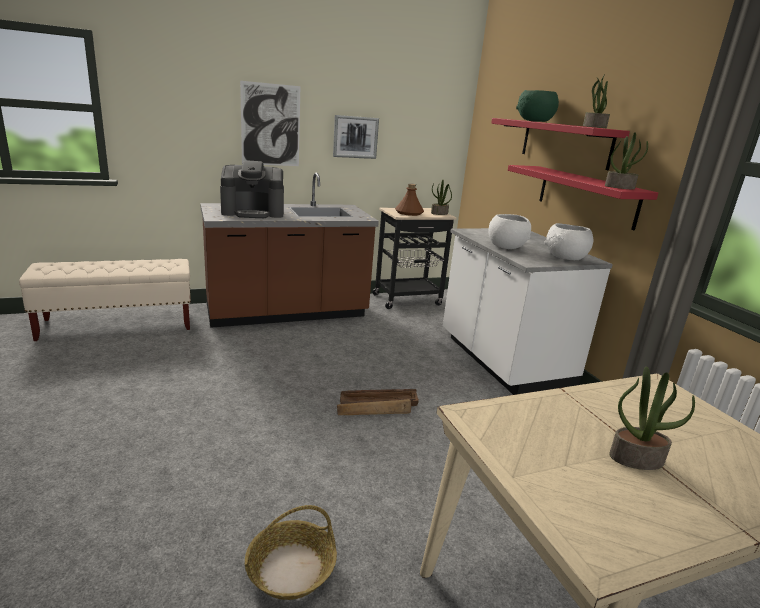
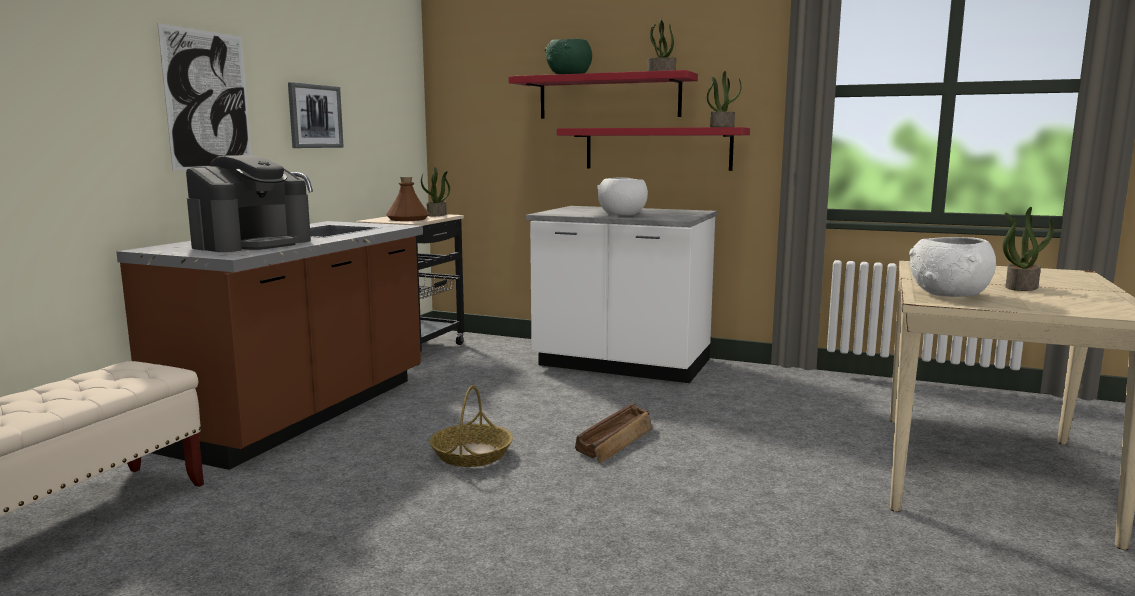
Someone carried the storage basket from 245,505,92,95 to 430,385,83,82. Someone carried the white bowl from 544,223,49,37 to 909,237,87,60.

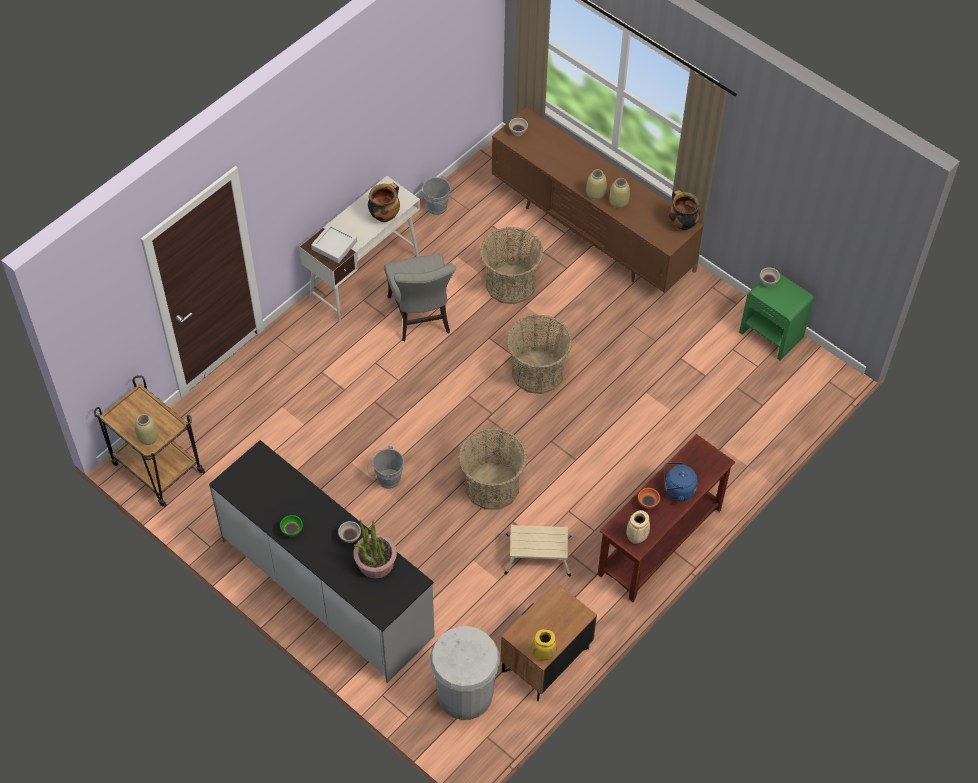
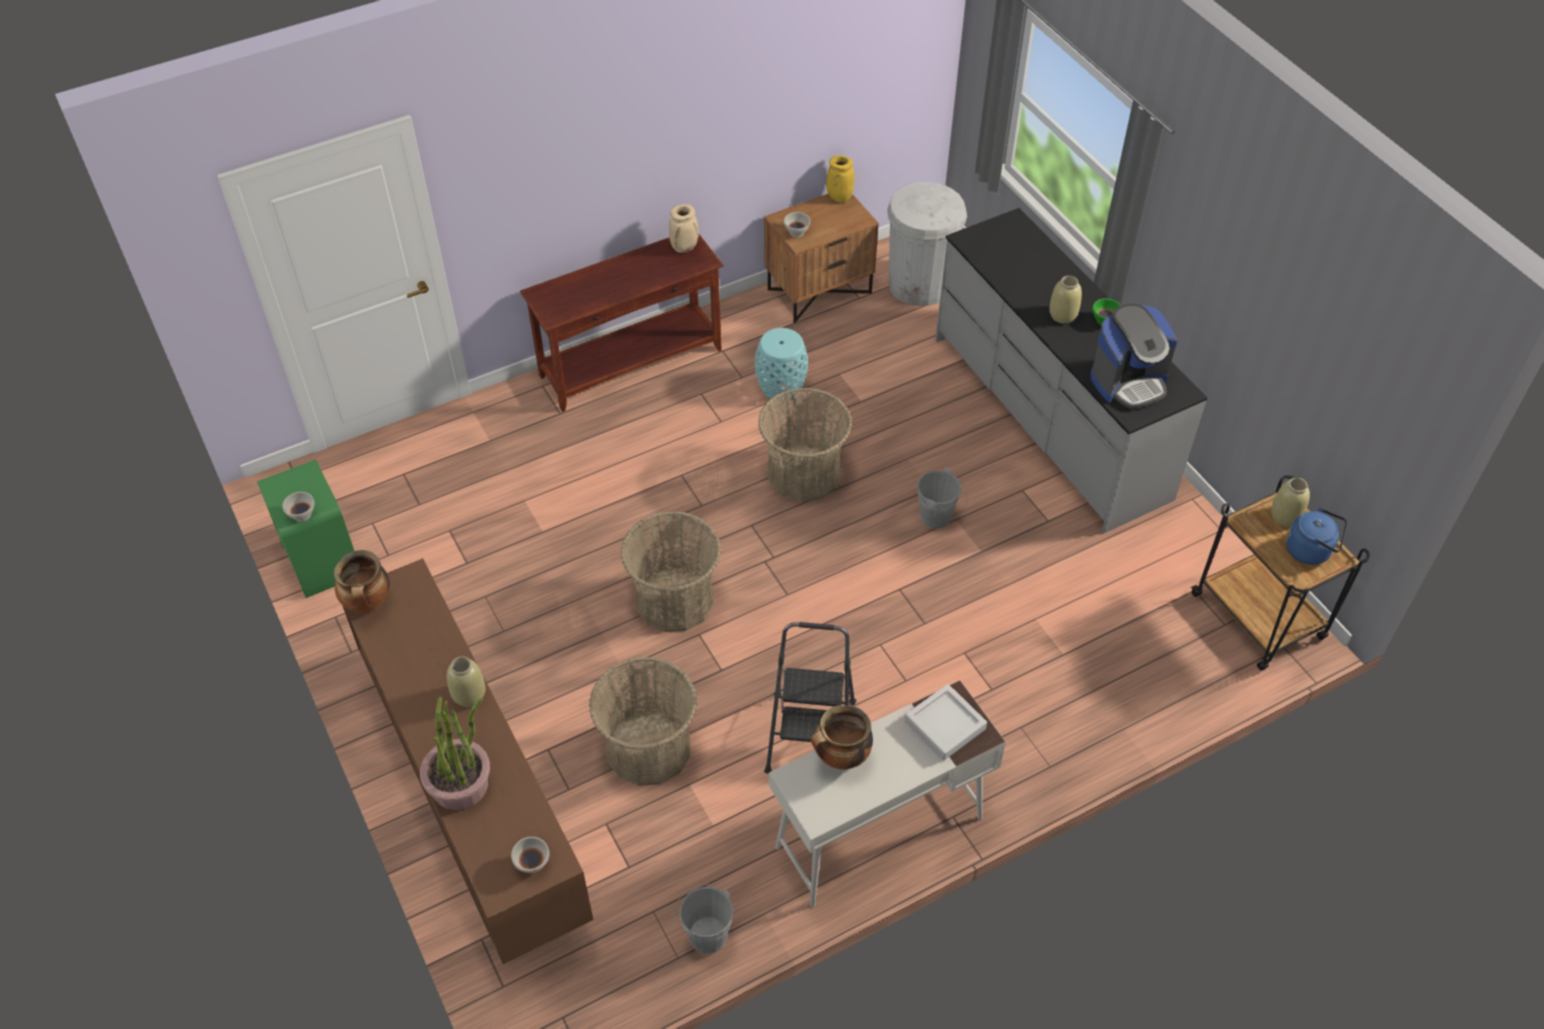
Someone carried the white bowl from 338,521,23,22 to 784,212,26,25. Someone carried the potted plant from 353,520,44,59 to 420,696,70,114. Someone swapped the gray chair at 384,255,72,86 for the blackish stepladder at 764,622,92,152. Someone swapped the beige stepladder at 504,525,68,52 for the turquoise sitting stool at 755,328,53,73. Someone carried the beige flower vase from 609,178,21,30 to 1049,276,33,48. Someone took away the orange bowl at 638,488,22,21. Someone carried the blue-coloured water kettle from 664,462,34,40 to 1286,507,61,58. Someone put down the coffee machine at 1090,304,88,105.

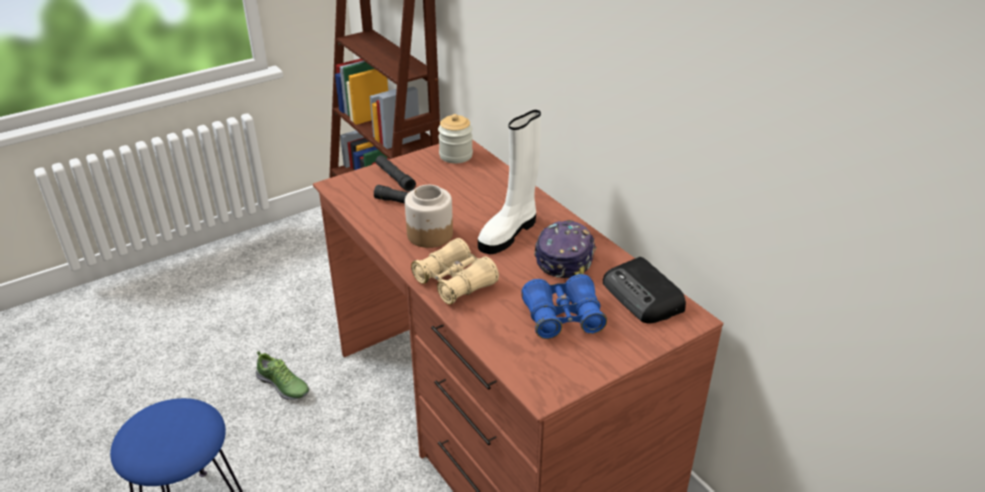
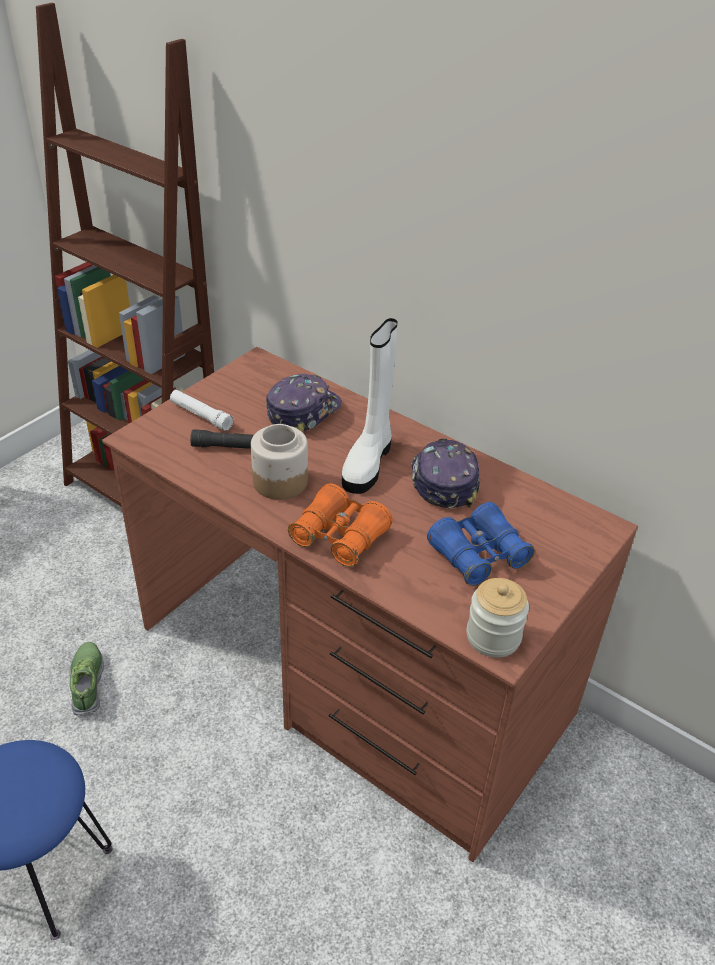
Someone rotated the item of footwear at 256,351,53,49 by 120 degrees counterclockwise. Someone repainted the blackish hand torch at 375,155,41,37, which became the white hand torch at 170,390,64,41. Someone repainted the beige pair of binoculars at 411,238,88,66, which became the orange pair of binoculars at 288,483,105,84. Someone carried the storage jar from 438,114,35,49 to 467,578,62,80. Someone took away the radio receiver at 603,257,83,67. Someone put down the baseball cap at 266,374,76,58.

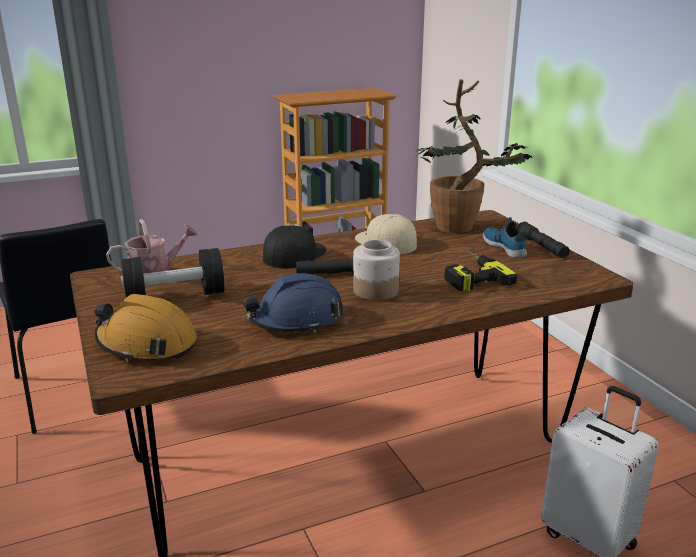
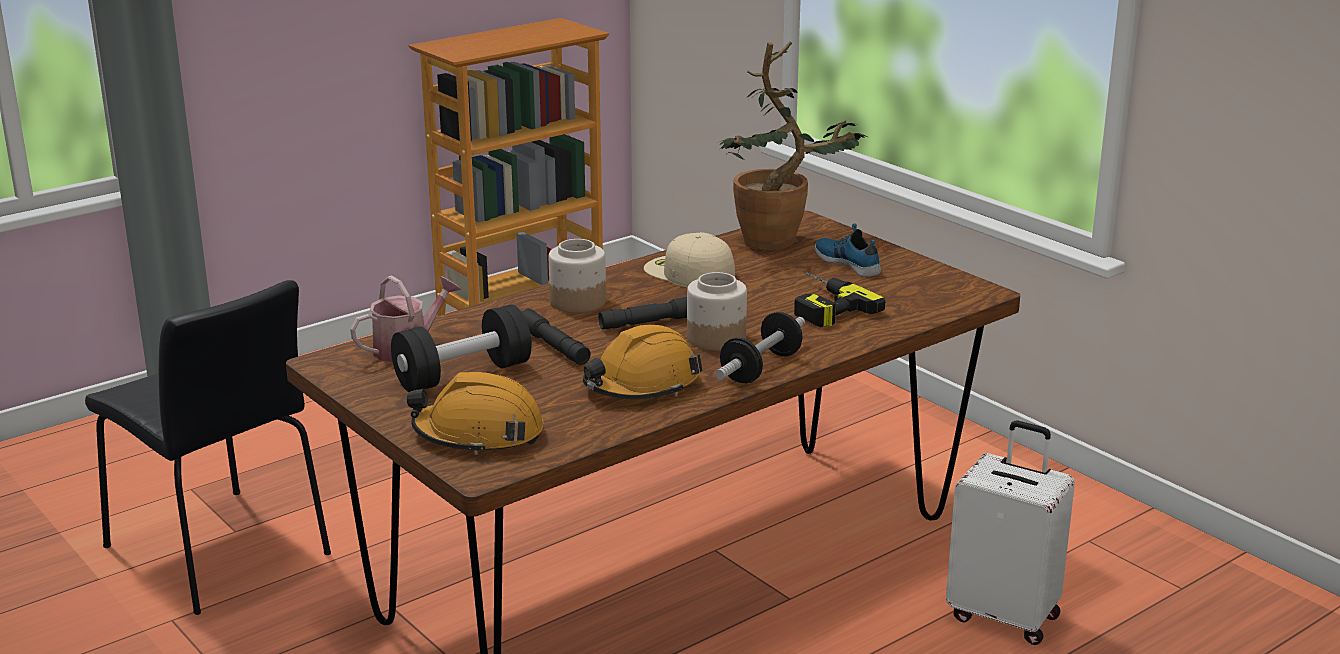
Someone repainted the blue-coloured hard hat at 243,273,101,60, which became the orange hard hat at 583,325,119,74. Someone swapped the blackish baseball cap at 263,225,64,44 for the storage jar at 549,239,57,74. Someone carried the blackish hand torch from 517,221,53,37 to 522,309,69,56. Someone put down the hand weight at 715,312,90,72.

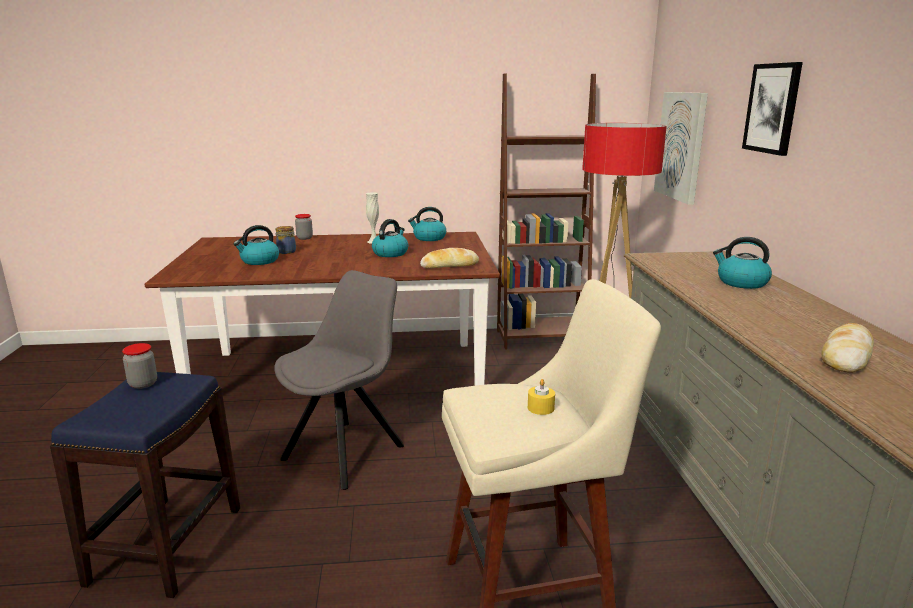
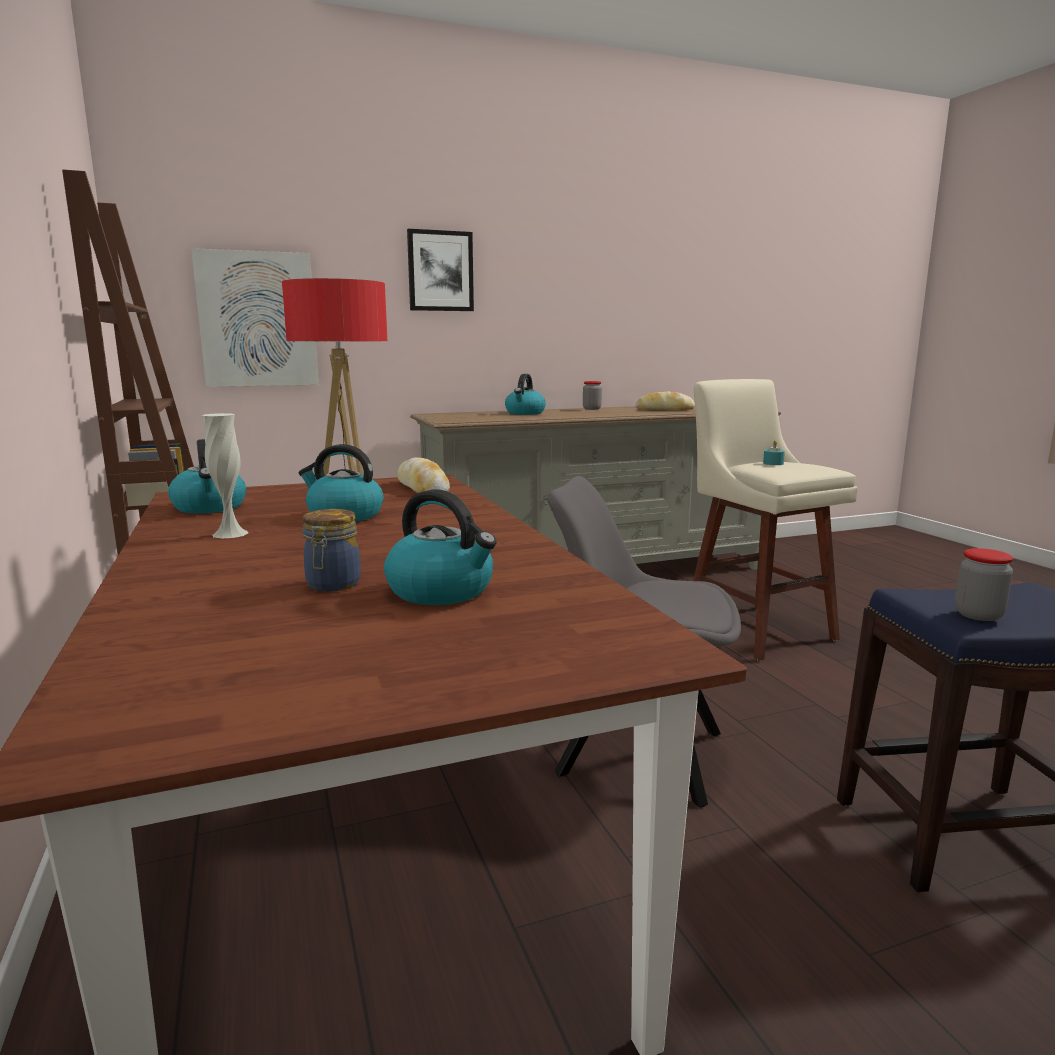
Someone carried the storage jar from 295,214,18,26 to 583,381,19,29. Someone repainted the yellowish candle at 528,379,27,36, which became the turquoise candle at 763,440,22,25.

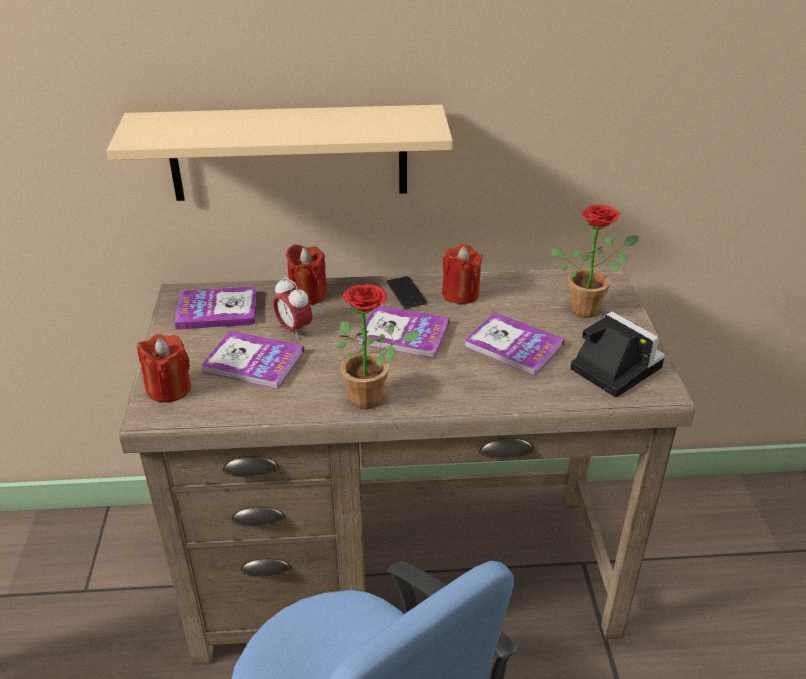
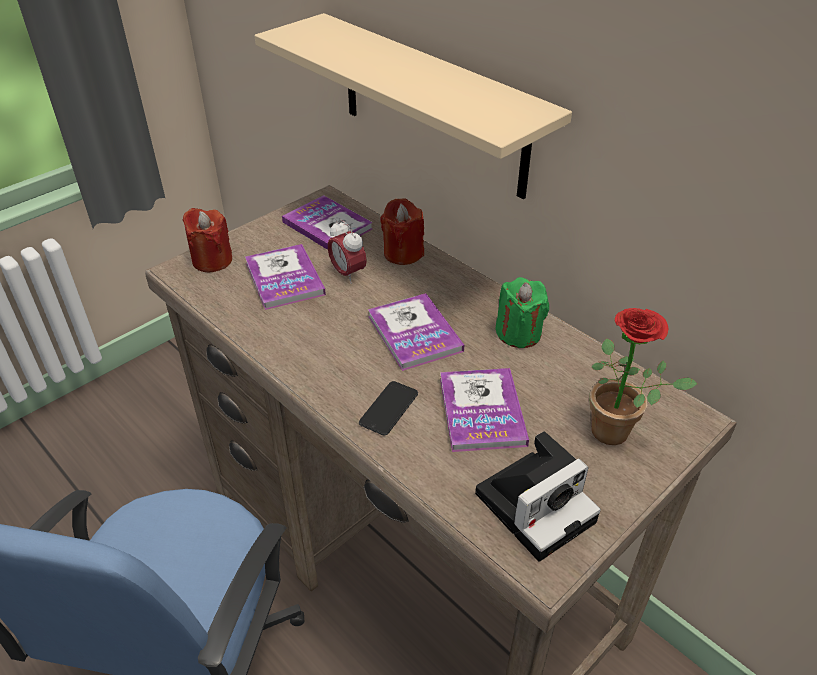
Someone rotated the alarm clock at 273,277,39,62 by 45 degrees counterclockwise. Someone took away the potted plant at 336,284,85,125. Someone carried the telephone from 386,276,40,32 to 359,381,59,54. Someone repainted the red-coloured candle at 442,244,41,60, which became the green candle at 495,277,54,71. Someone rotated the photo camera at 570,311,95,86 by 45 degrees clockwise.

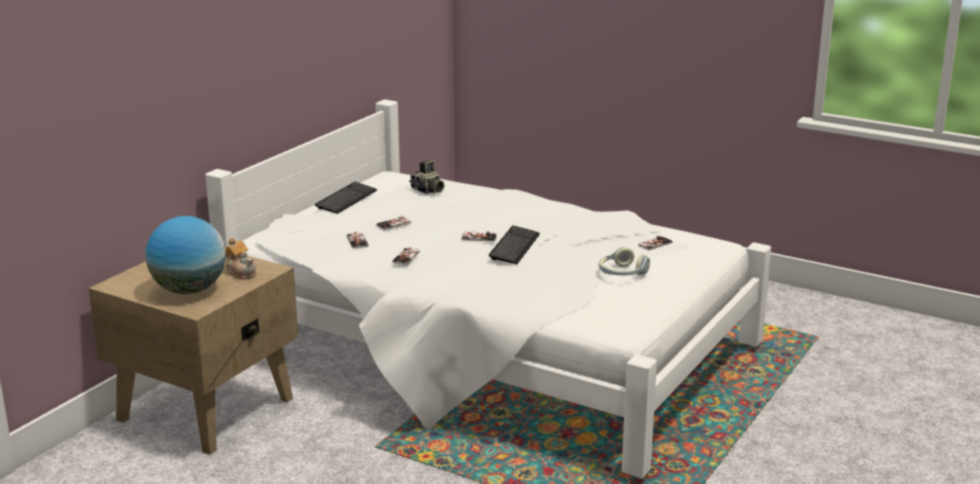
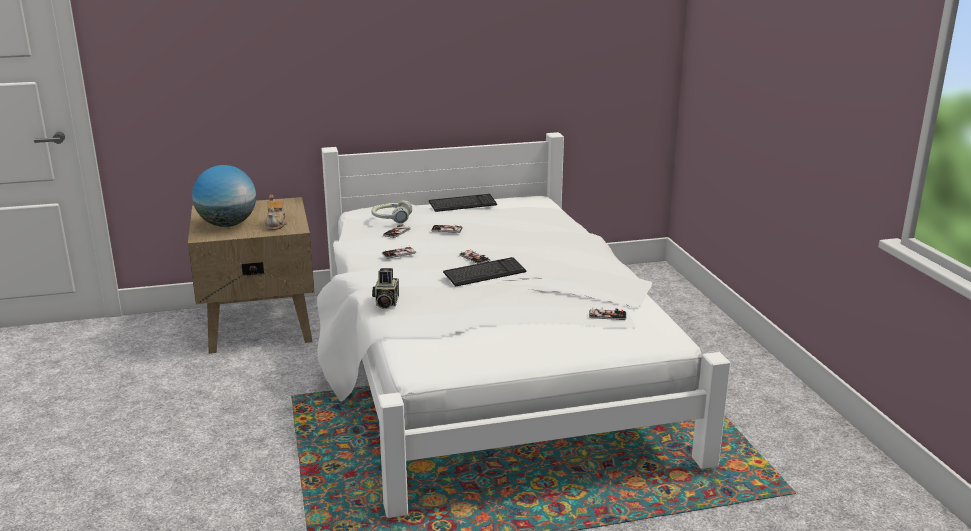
Someone carried the photo camera from 409,160,36,34 to 372,268,27,41. Someone carried the headphones from 599,247,51,28 to 372,200,40,23.

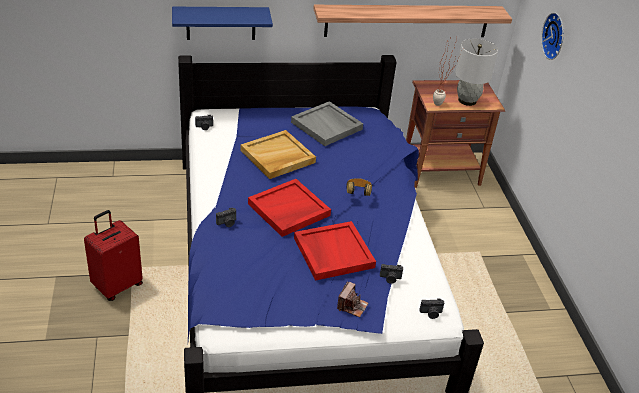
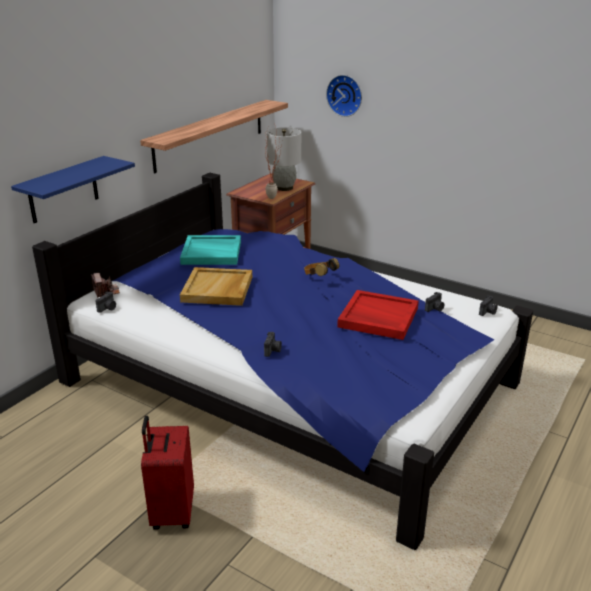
Someone took away the red-coloured serving tray at 248,179,83,58. Someone repainted the gray serving tray at 291,101,72,45, which became the turquoise serving tray at 180,235,61,30. Someone carried the photo camera from 337,281,32,36 to 91,273,29,24.

